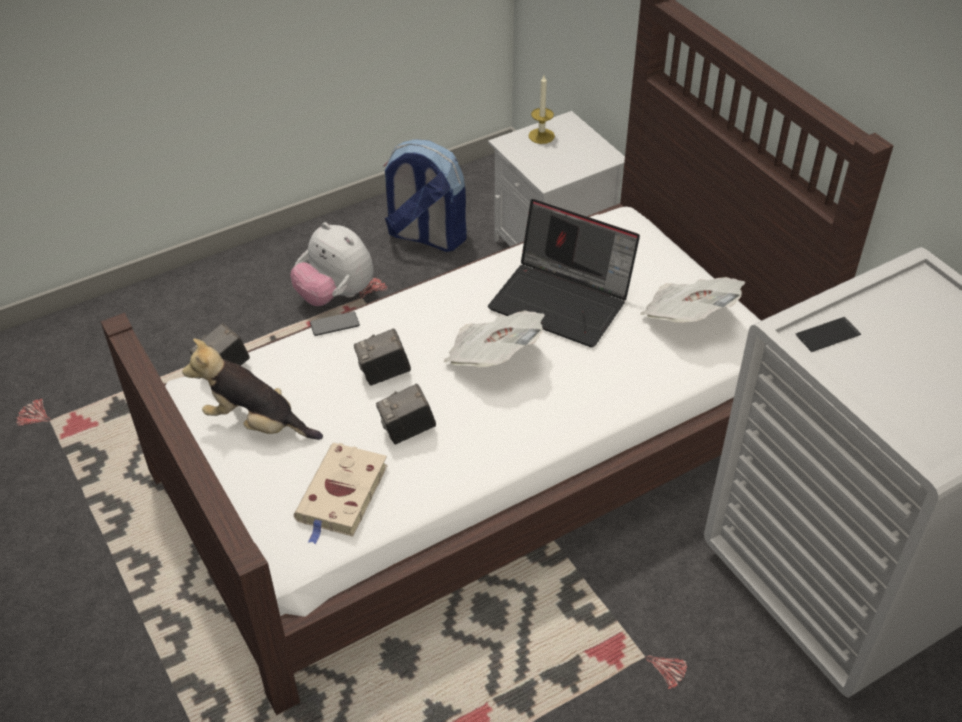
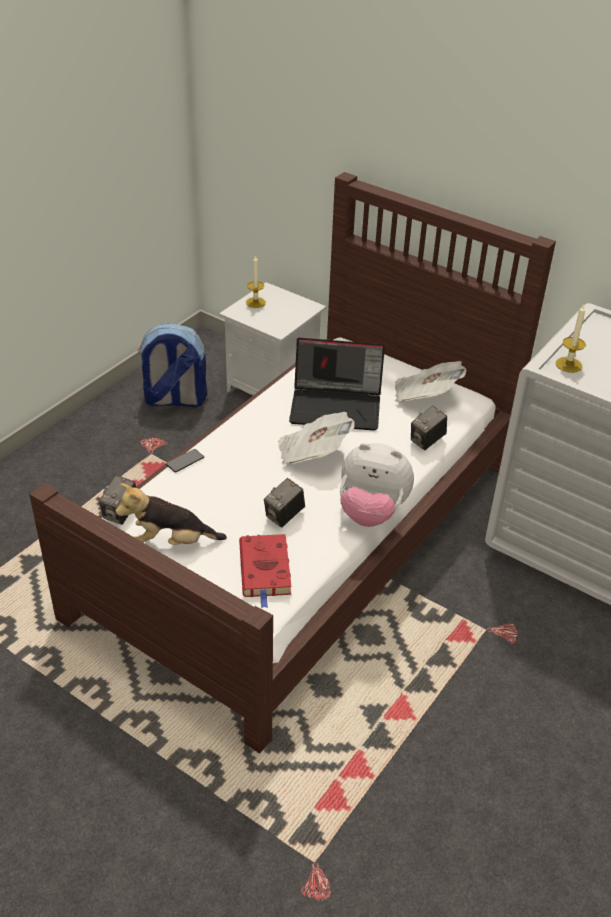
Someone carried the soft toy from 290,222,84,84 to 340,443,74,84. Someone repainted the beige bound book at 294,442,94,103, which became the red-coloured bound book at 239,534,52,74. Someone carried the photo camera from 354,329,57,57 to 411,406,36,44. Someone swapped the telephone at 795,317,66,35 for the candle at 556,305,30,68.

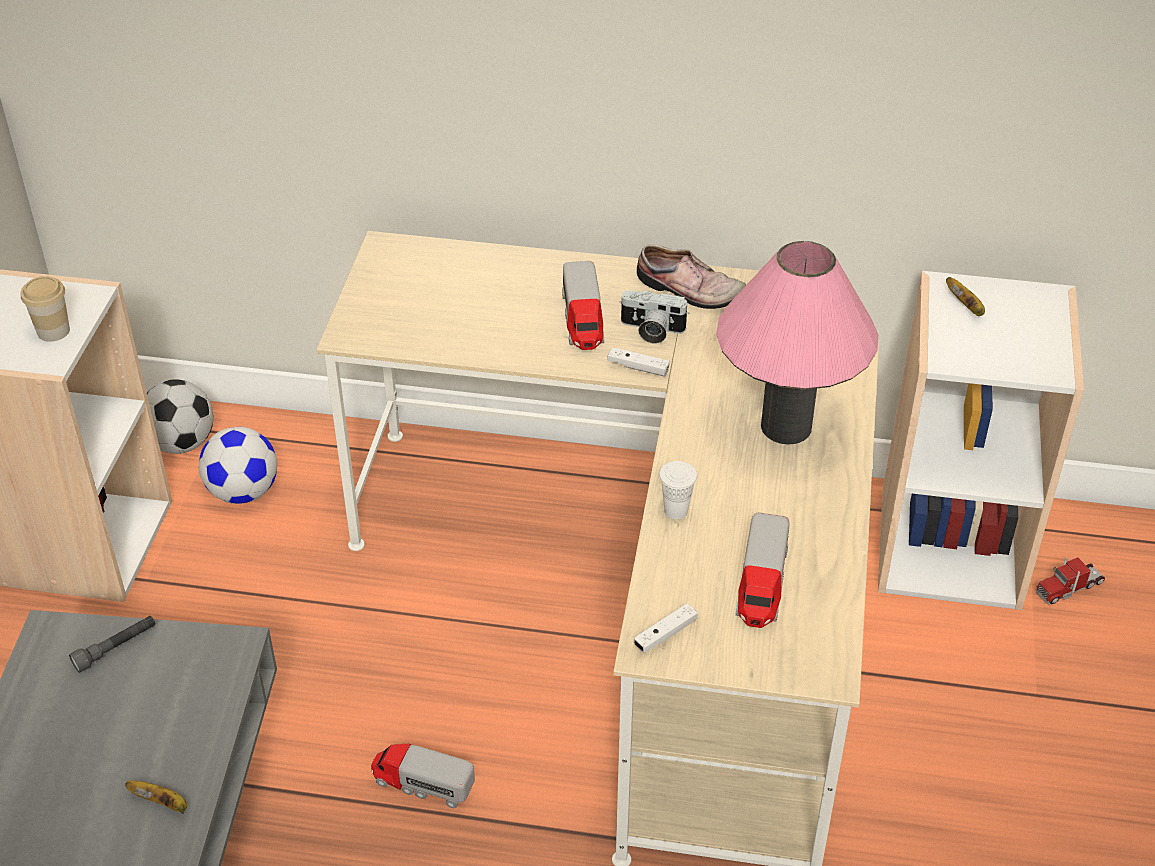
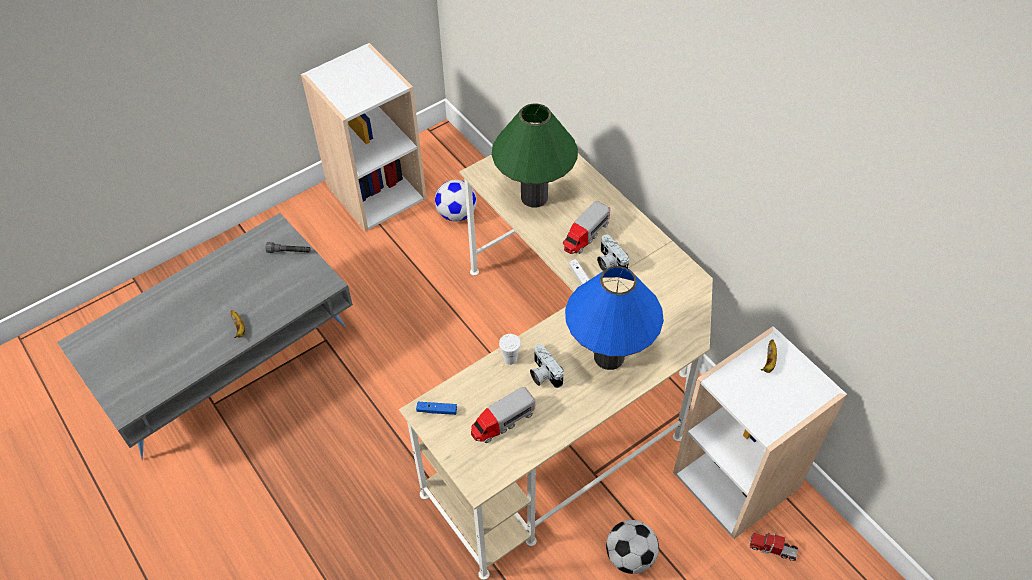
Someone took away the small cup at 21,276,49,66. Someone carried the ball for football from 147,380,67,74 to 606,520,53,54. Someone took away the toy truck at 371,744,104,64. Someone repainted the white game controller at 634,603,64,50, which became the blue-coloured game controller at 416,402,41,13. Someone took away the item of footwear at 637,244,109,65. Someone repainted the pinkish table lamp at 716,241,162,204, which became the blue-coloured table lamp at 565,266,99,104. Someone put down the green table lamp at 492,103,86,105. Someone put down the photo camera at 530,344,34,44.

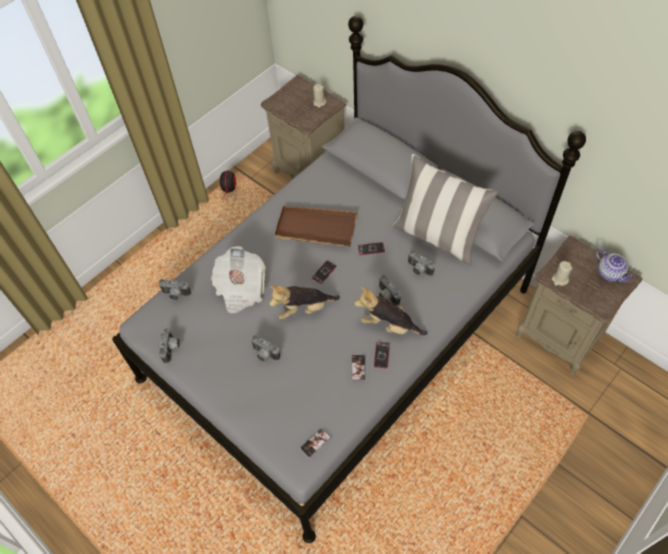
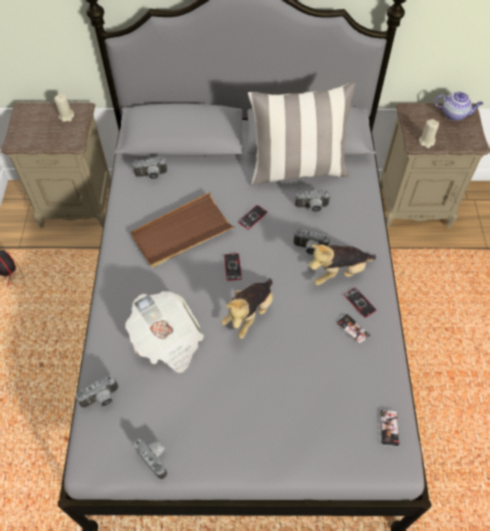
Someone carried the photo camera from 250,335,30,26 to 133,157,34,22.

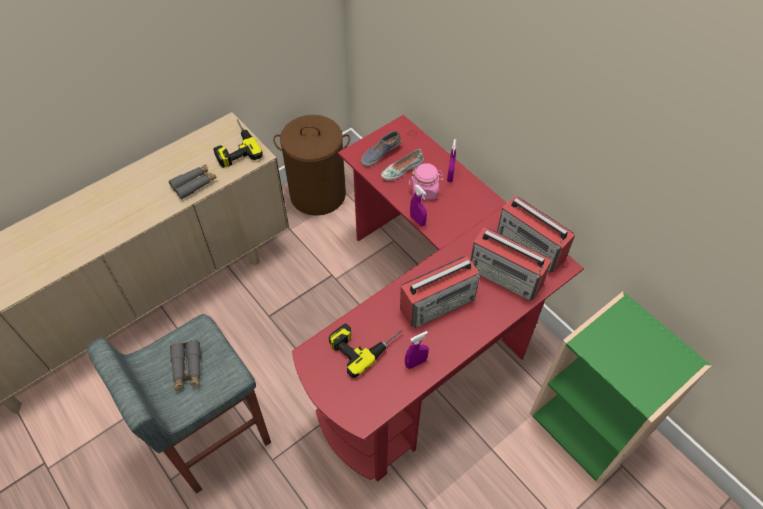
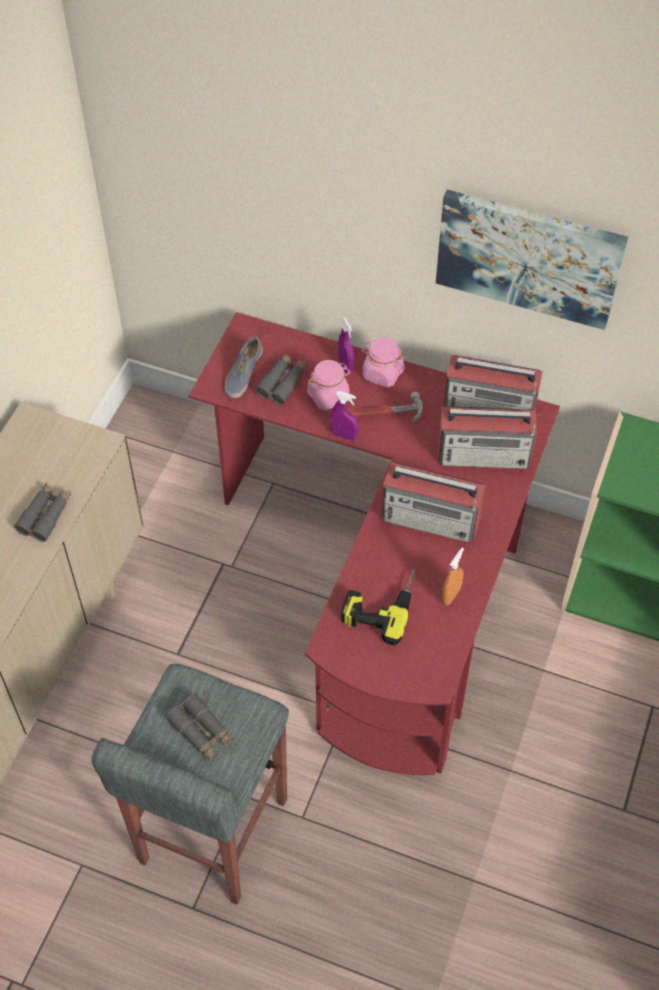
Someone took away the electric drill at 213,119,50,49. Someone took away the brownish hamper at 273,115,77,101. Someone swapped the white item of footwear at 381,149,43,32 for the gray pair of binoculars at 255,353,52,52. Someone rotated the radio receiver at 400,256,80,72 by 75 degrees clockwise. Someone repainted the purple spray bottle at 405,331,24,38, which became the orange spray bottle at 441,548,23,57. Someone put down the tool hammer at 347,392,76,30. Someone put down the pinkish storage jar at 361,338,44,49. Someone put up the picture at 436,190,192,140.

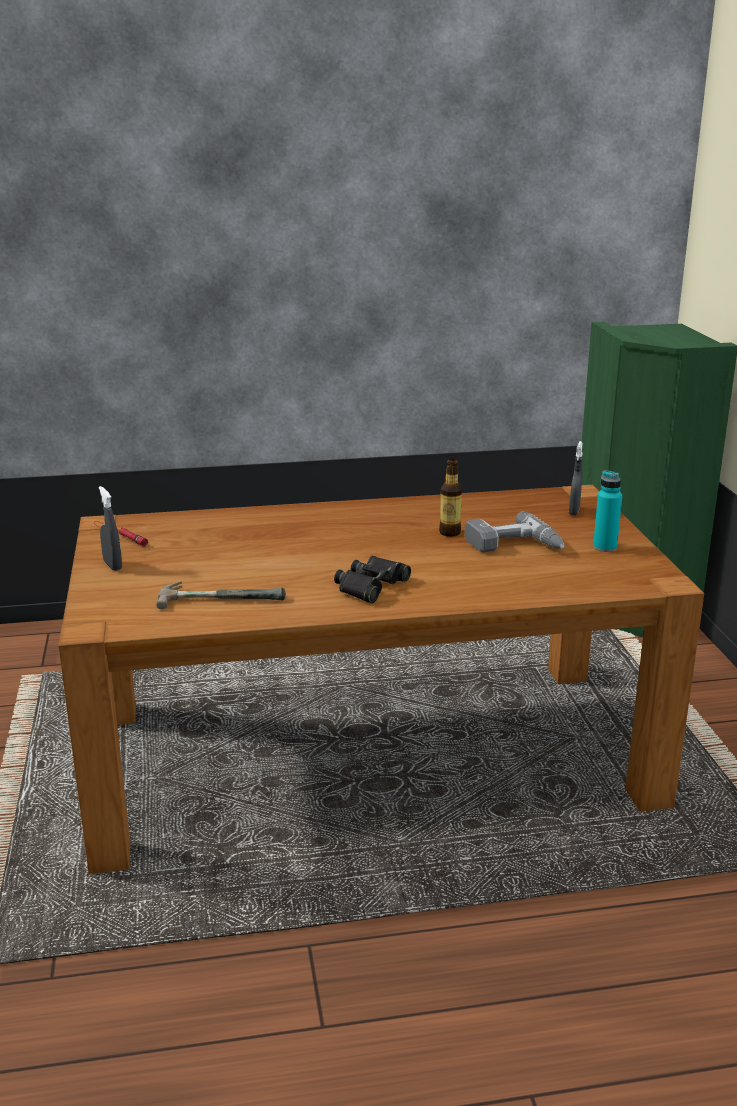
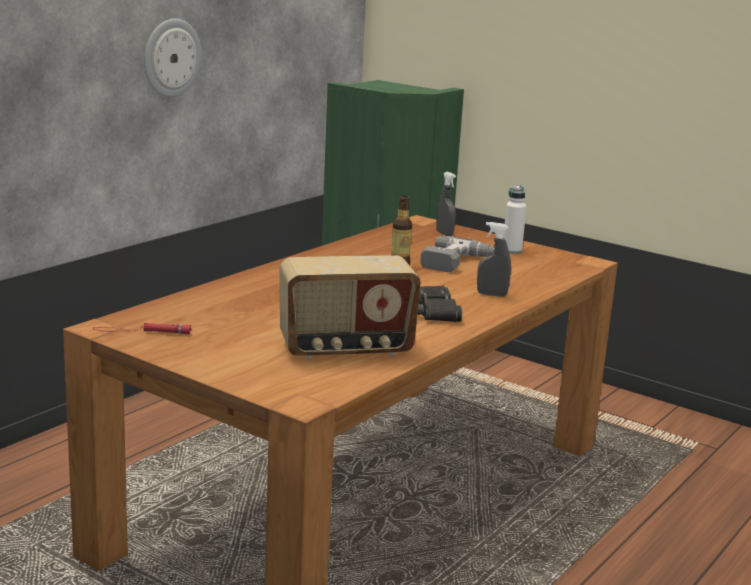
Someone carried the gray spray bottle from 99,486,23,85 to 477,222,34,75. Someone swapped the tool hammer at 156,581,130,28 for the radio receiver at 280,255,141,105. Someone repainted the turquoise drink bottle at 593,470,29,82, which became the white drink bottle at 503,185,24,69. Someone put up the wall clock at 144,19,58,78.

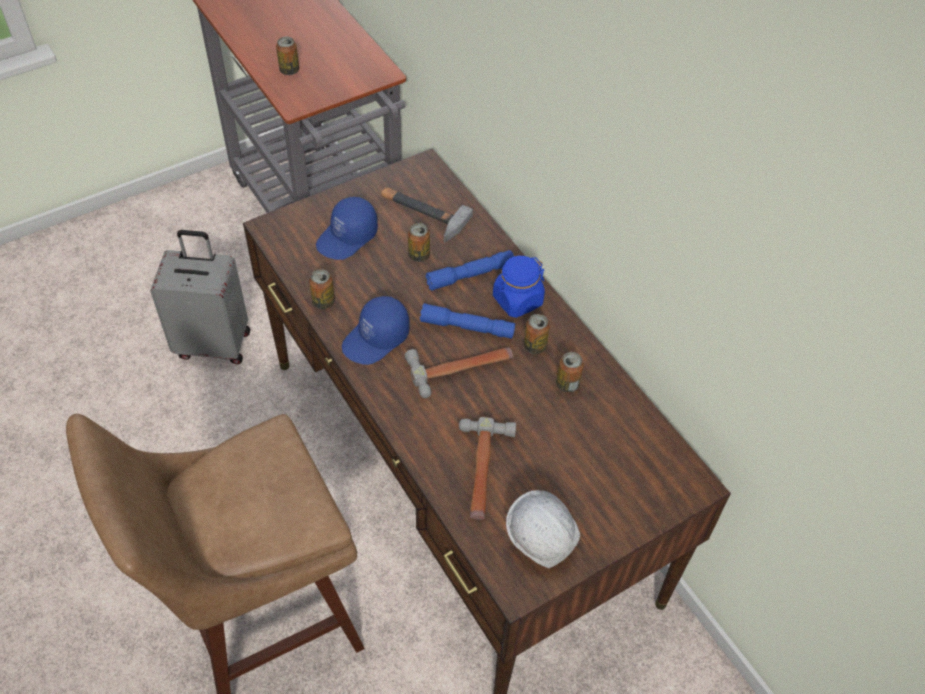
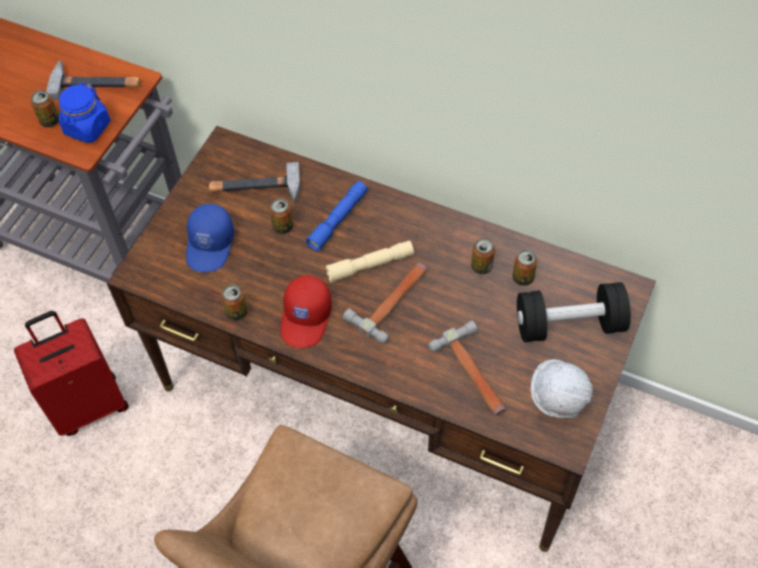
Someone repainted the gray suitcase at 150,230,100,134, which became the red-coloured suitcase at 14,311,115,125. Someone repainted the blue-coloured baseball cap at 342,296,68,69, which became the red-coloured baseball cap at 281,275,51,73. Someone repainted the blue-coloured hand torch at 420,303,95,36, which became the beige hand torch at 325,241,89,42. Someone carried the blue-coloured storage jar from 493,256,52,62 to 59,82,51,61. Someone carried the can from 524,314,26,40 to 513,250,24,36. Someone put down the tool hammer at 46,60,94,40. Someone put down the blackish hand weight at 517,282,114,60.

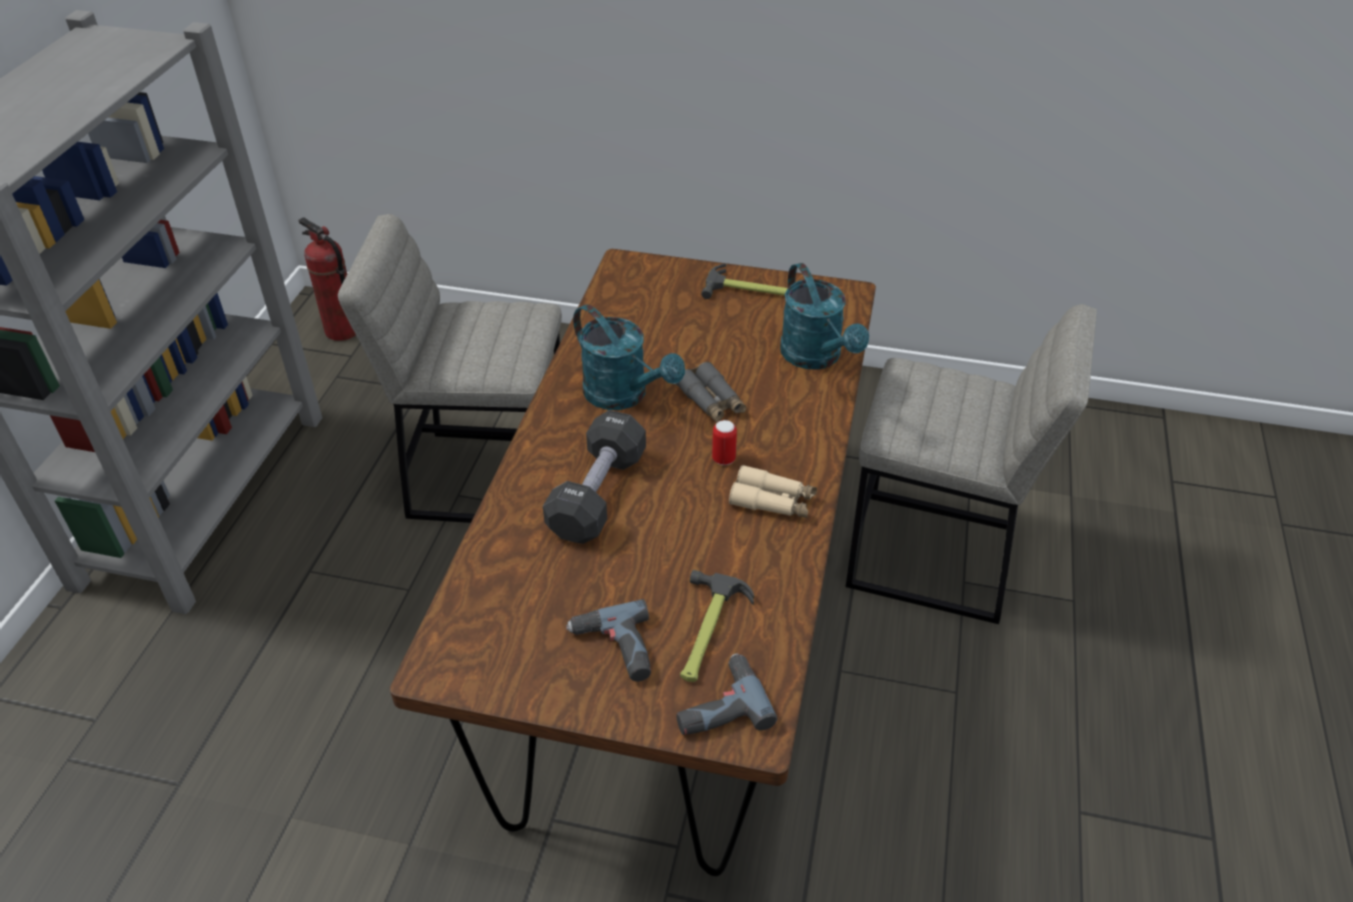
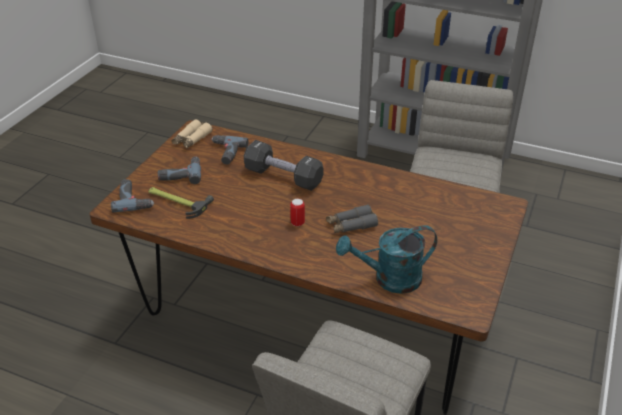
Someone took away the fire-fighting cylinder at 299,217,57,124. Someone took away the turquoise sprinkling can at 573,304,112,106. Someone took away the tool hammer at 701,264,87,35. Someone carried the beige pair of binoculars from 729,465,88,53 to 172,119,41,29. Someone put down the electric drill at 211,135,37,29.

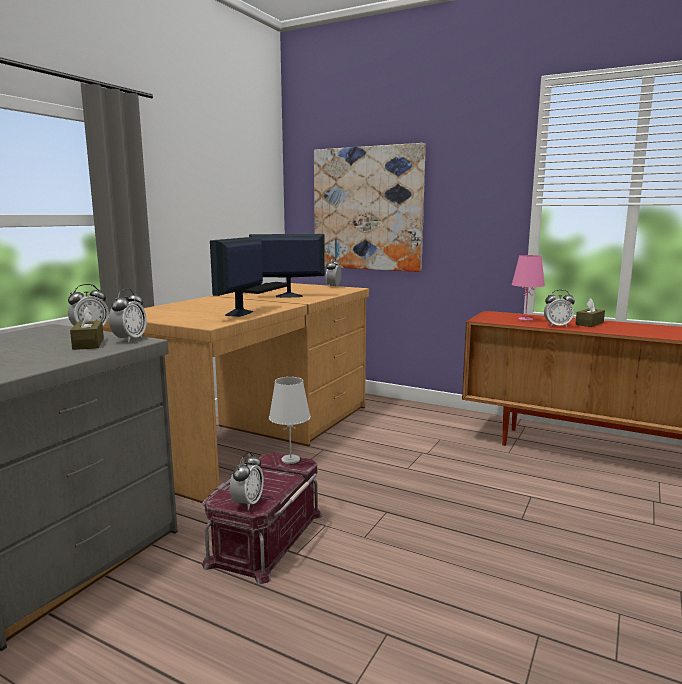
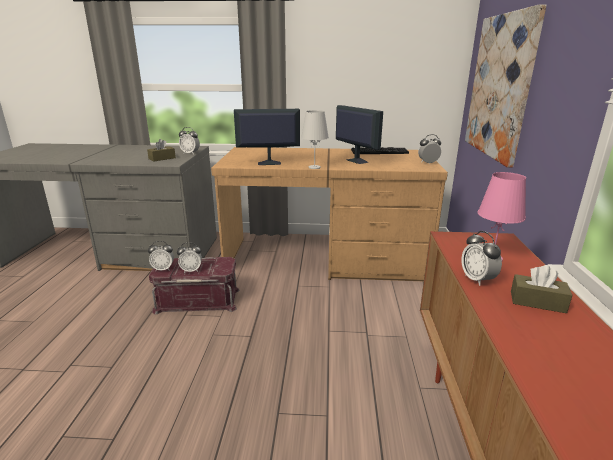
Someone carried the alarm clock from 109,288,38,54 to 177,242,25,31. Someone carried the white table lamp from 269,377,42,87 to 301,110,28,59.

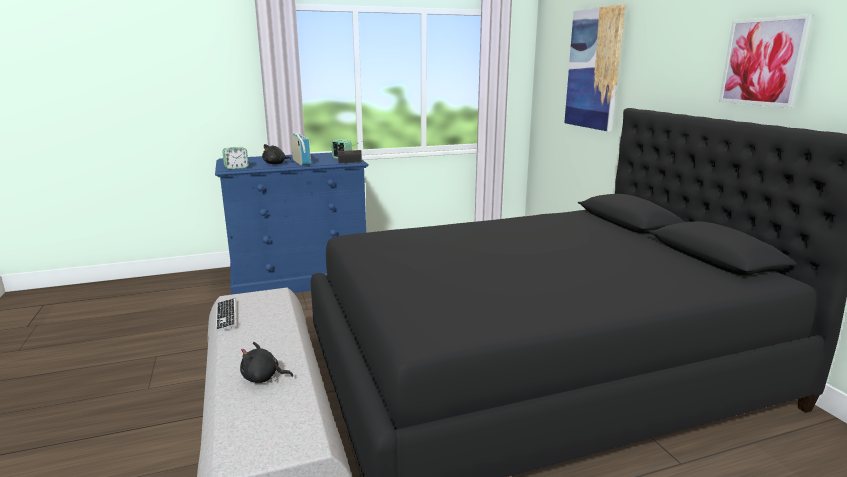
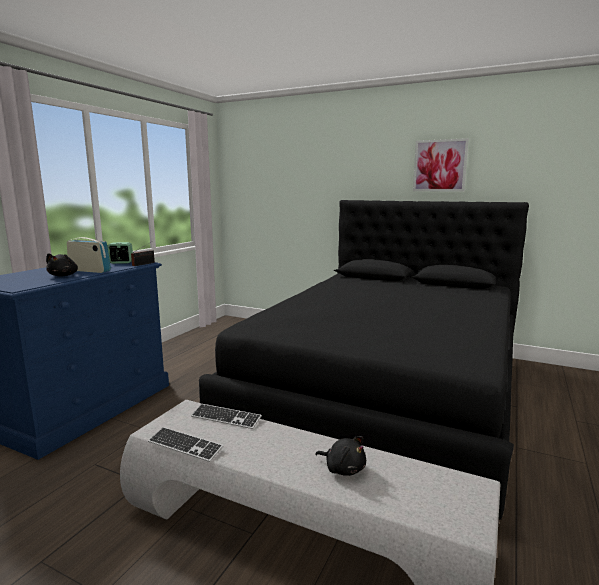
Someone took away the alarm clock at 222,147,27,22. Someone rotated the blackish soft toy at 240,342,53,41 by 105 degrees counterclockwise. Someone took away the picture at 564,4,62,128. Someone put down the computer keyboard at 191,404,71,25.

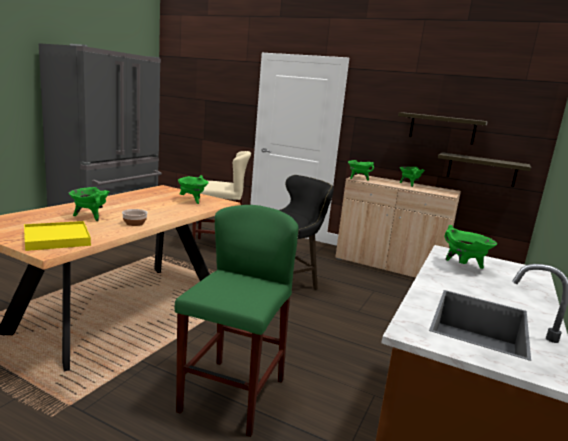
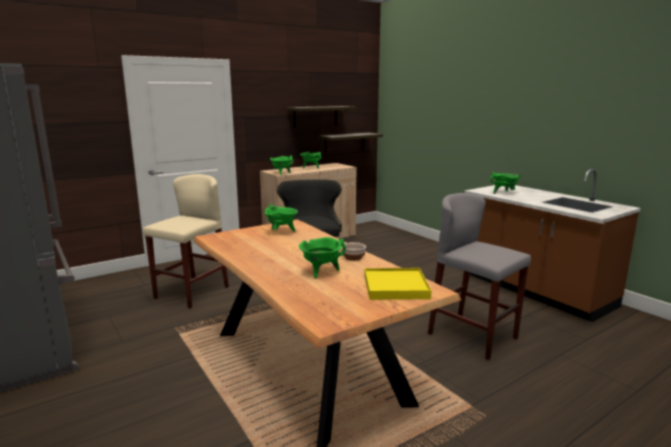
Someone repainted the green sitting stool at 175,205,123,232, which became the gray sitting stool at 428,193,103,167.

